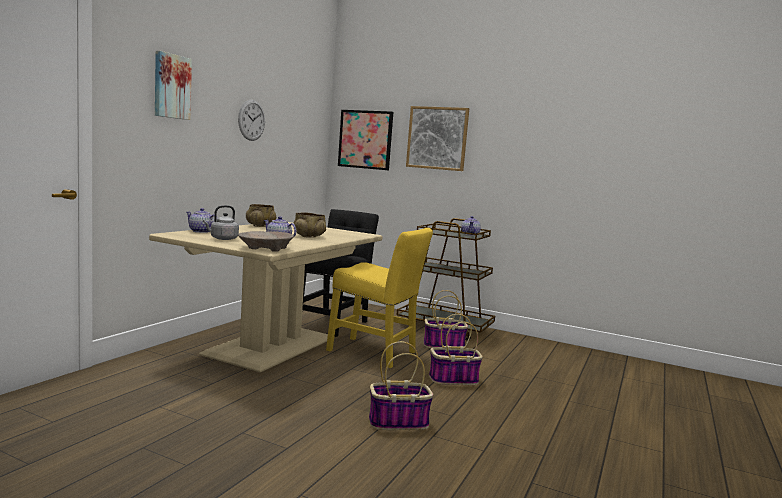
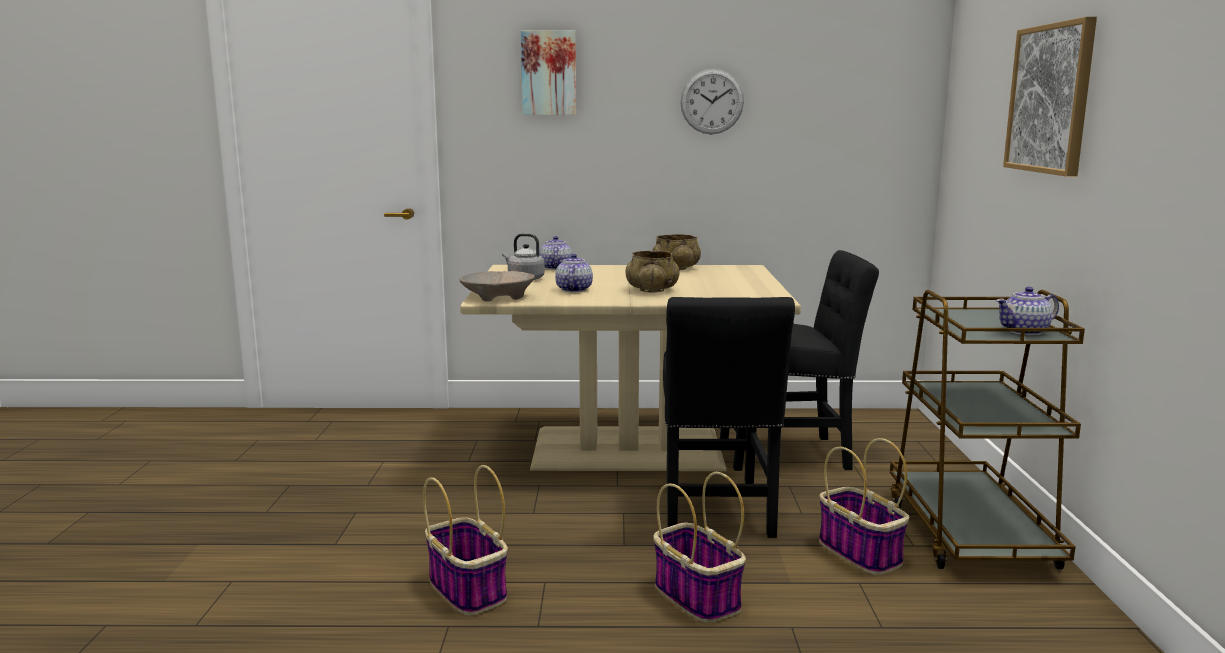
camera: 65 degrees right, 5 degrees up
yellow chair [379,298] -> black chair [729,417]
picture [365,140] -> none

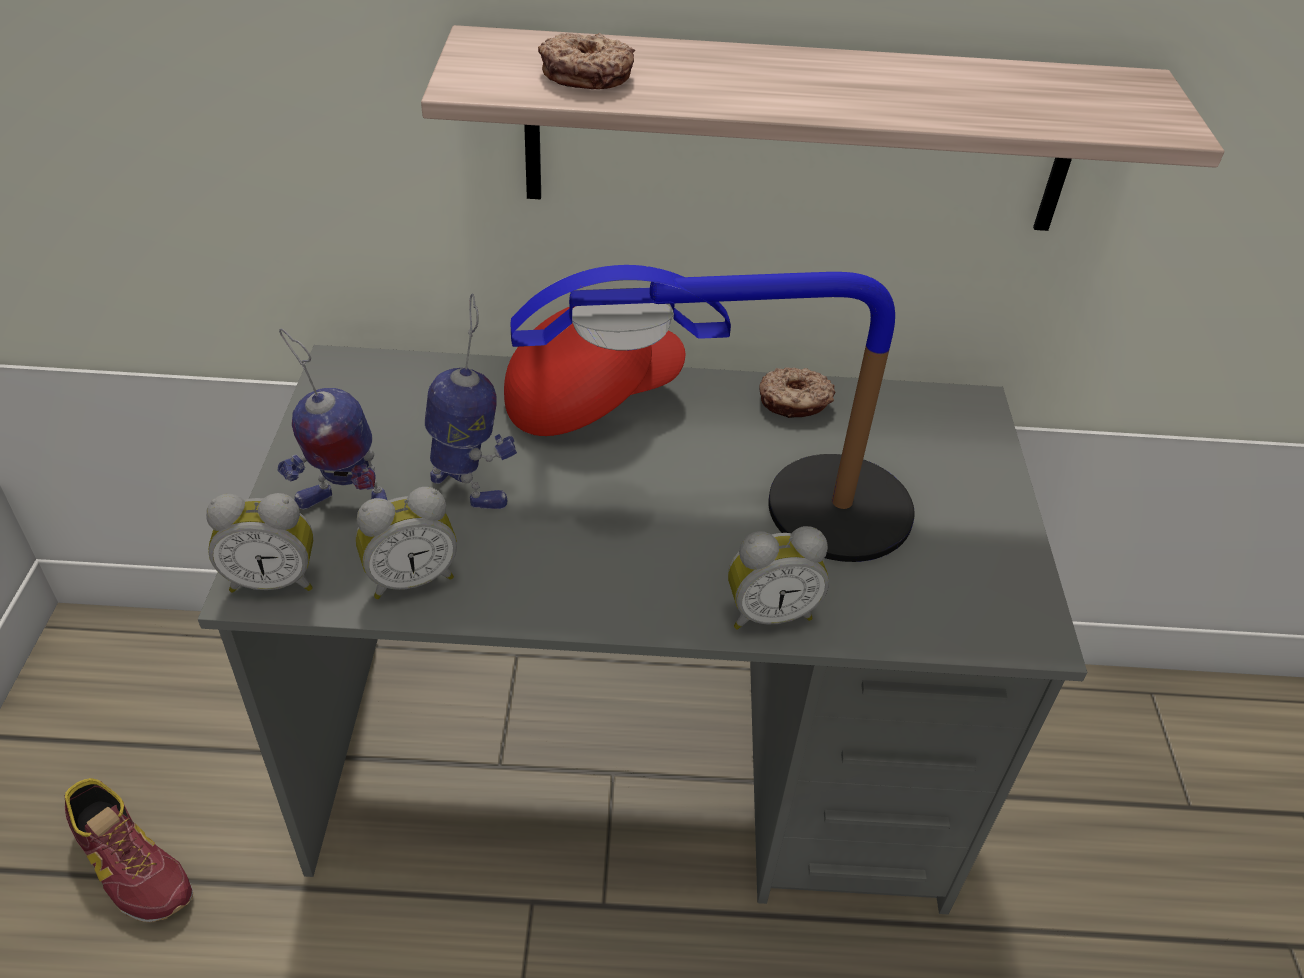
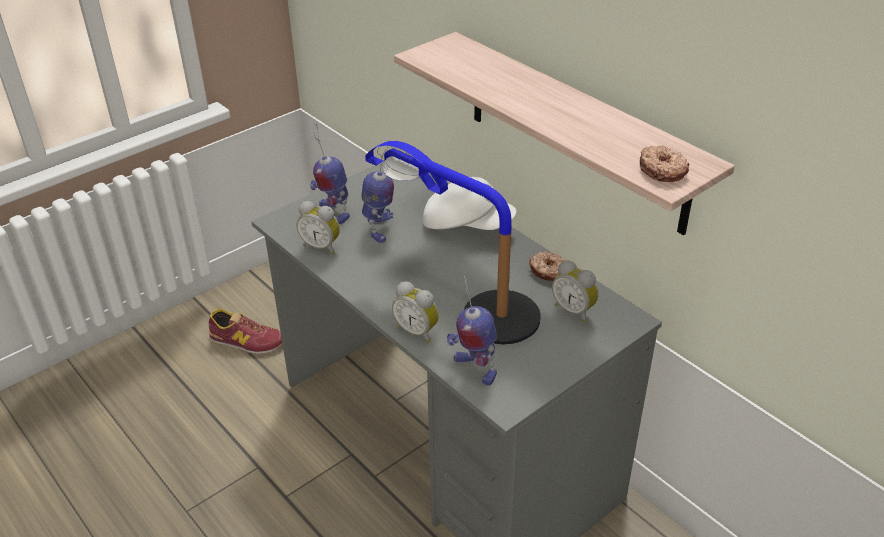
camera: 50 degrees right, 5 degrees down
shoe [128,850] -> shoe [245,331], 75 degrees counterclockwise
red cap [594,371] -> white cap [469,203]
none -> toy robot [472,329]
alarm clock [259,542] -> alarm clock [575,291], relocated
donut [586,61] -> donut [664,163], relocated

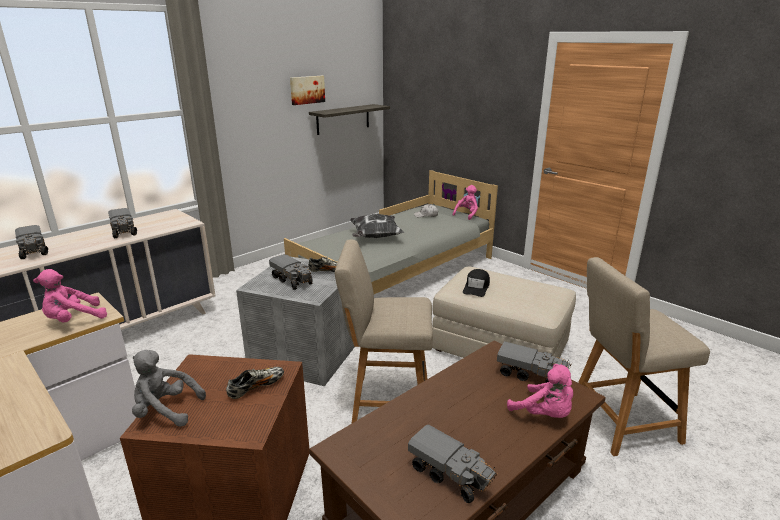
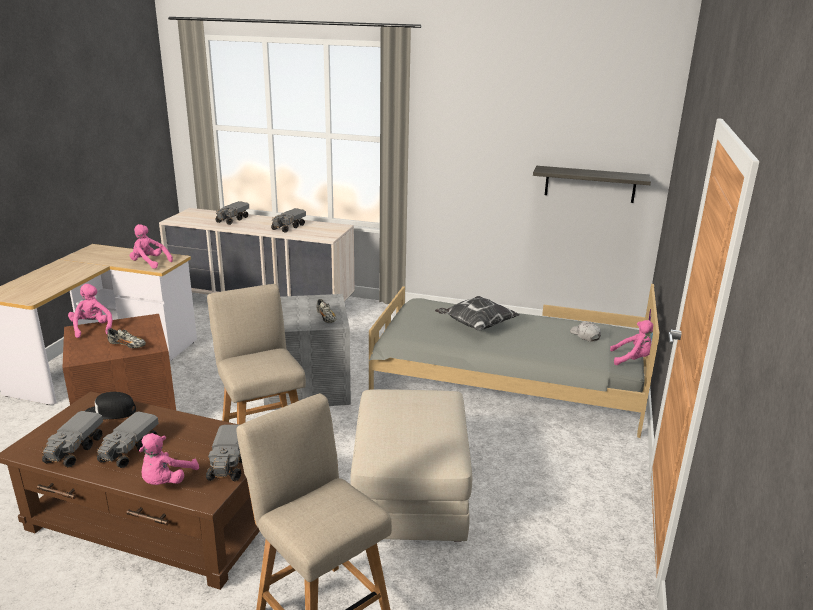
camera: 60 degrees right, 0 degrees up
grey plush toy [169,388] -> pink plush toy [90,311]
black cap [476,283] -> black cap [110,406], relocated
toy truck [291,272] -> toy truck [127,439], relocated
picture [307,90] -> none

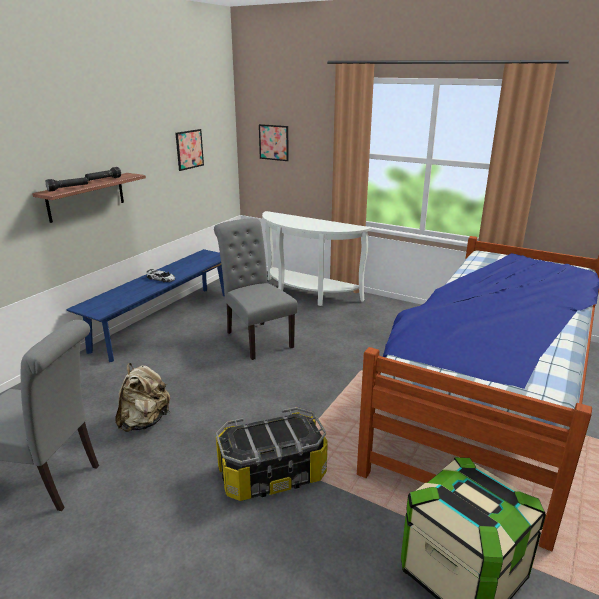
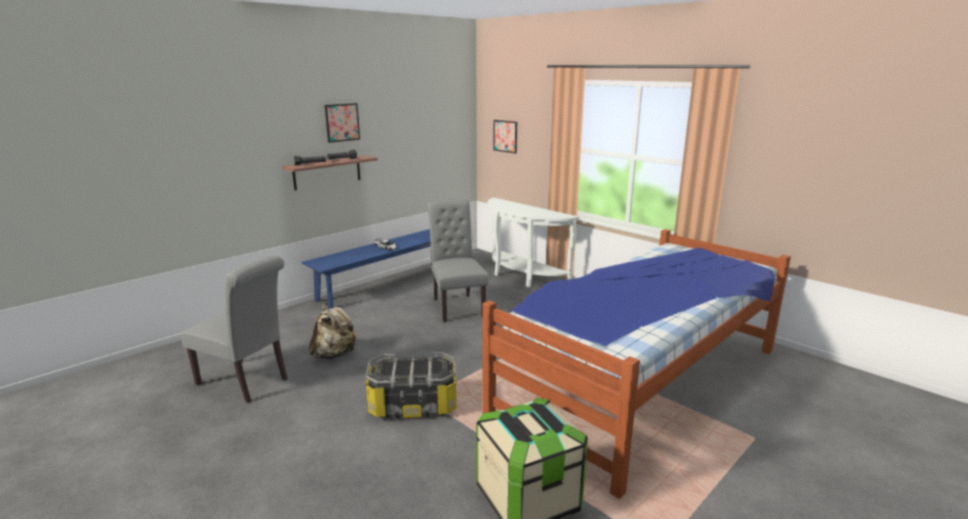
camera: 15 degrees right, 5 degrees down
picture [189,150] -> picture [342,123], relocated

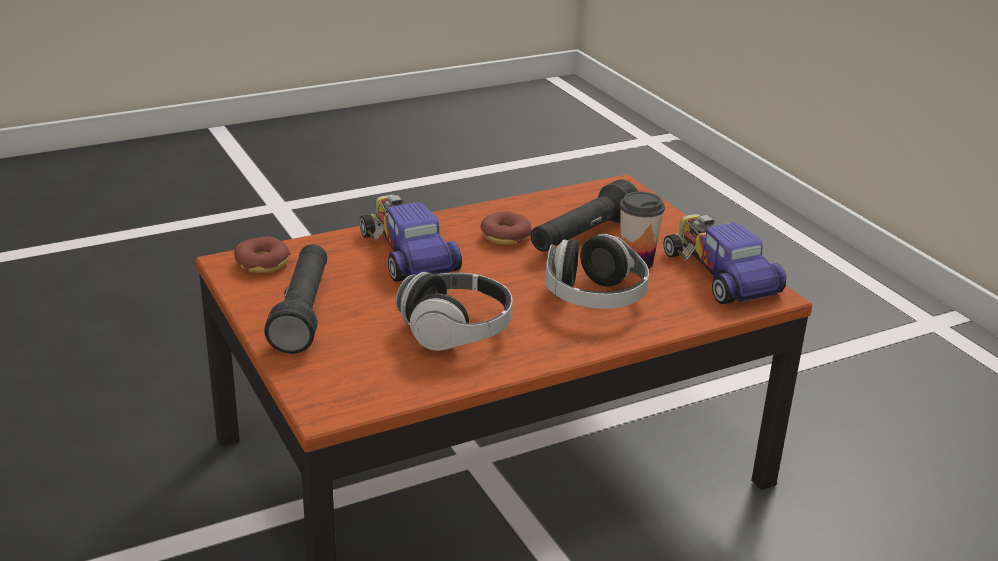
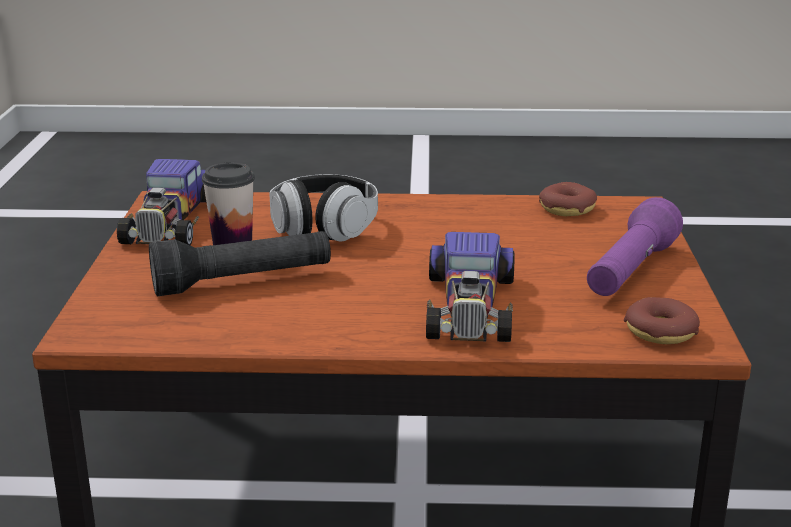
camera: 150 degrees left, 5 degrees down
donut [506,228] -> donut [568,199], relocated
black flashlight [295,299] -> purple flashlight [635,246]
headphones [454,311] -> none

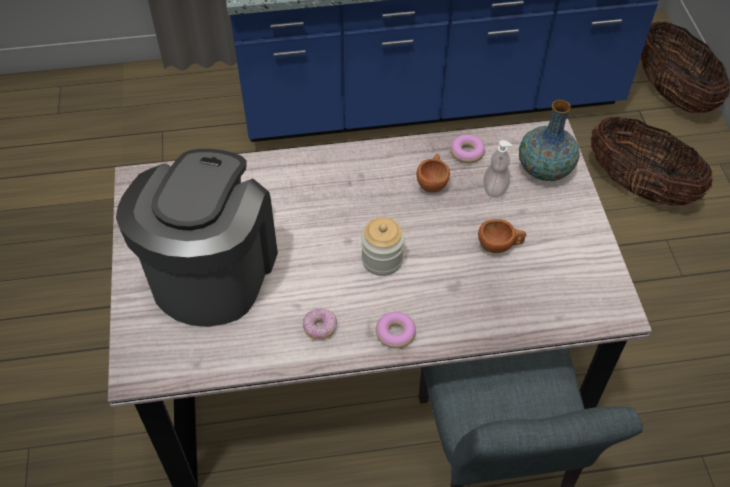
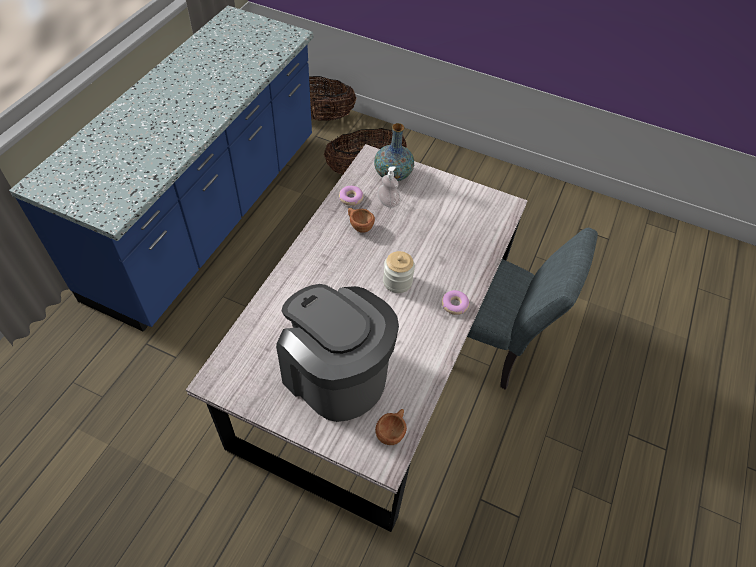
camera: 60 degrees left, 0 degrees up
brown cup [502,236] -> brown cup [391,427], relocated
donut [320,324] -> none

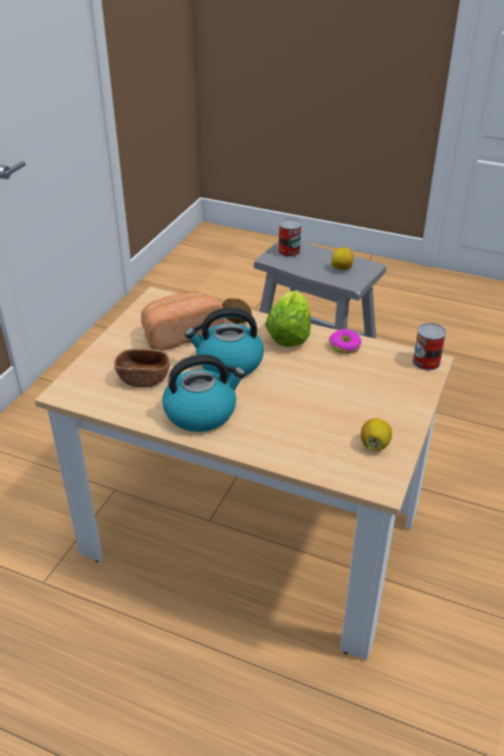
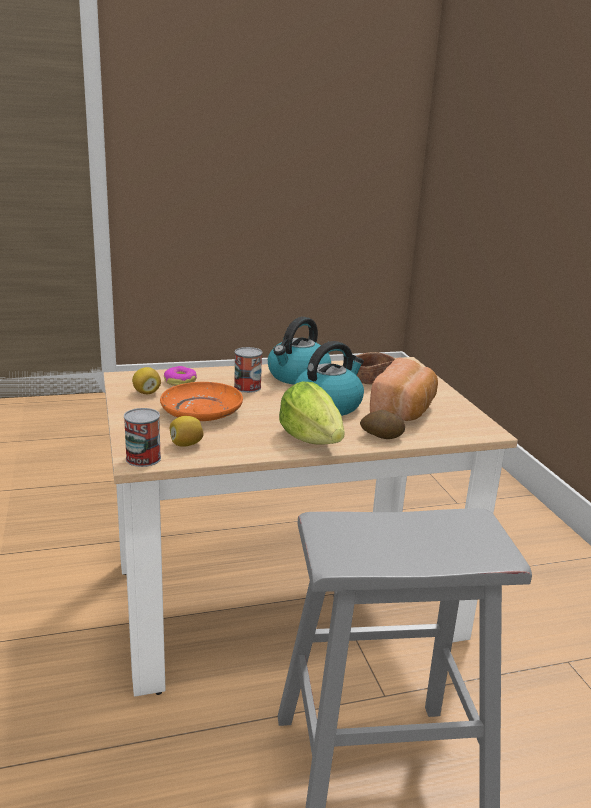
camera: 140 degrees right, 15 degrees down
none -> orange plate [201,401]
donut [345,341] -> donut [180,376], relocated
lemon [342,258] -> lemon [186,431], relocated
can [290,237] -> can [248,370], relocated

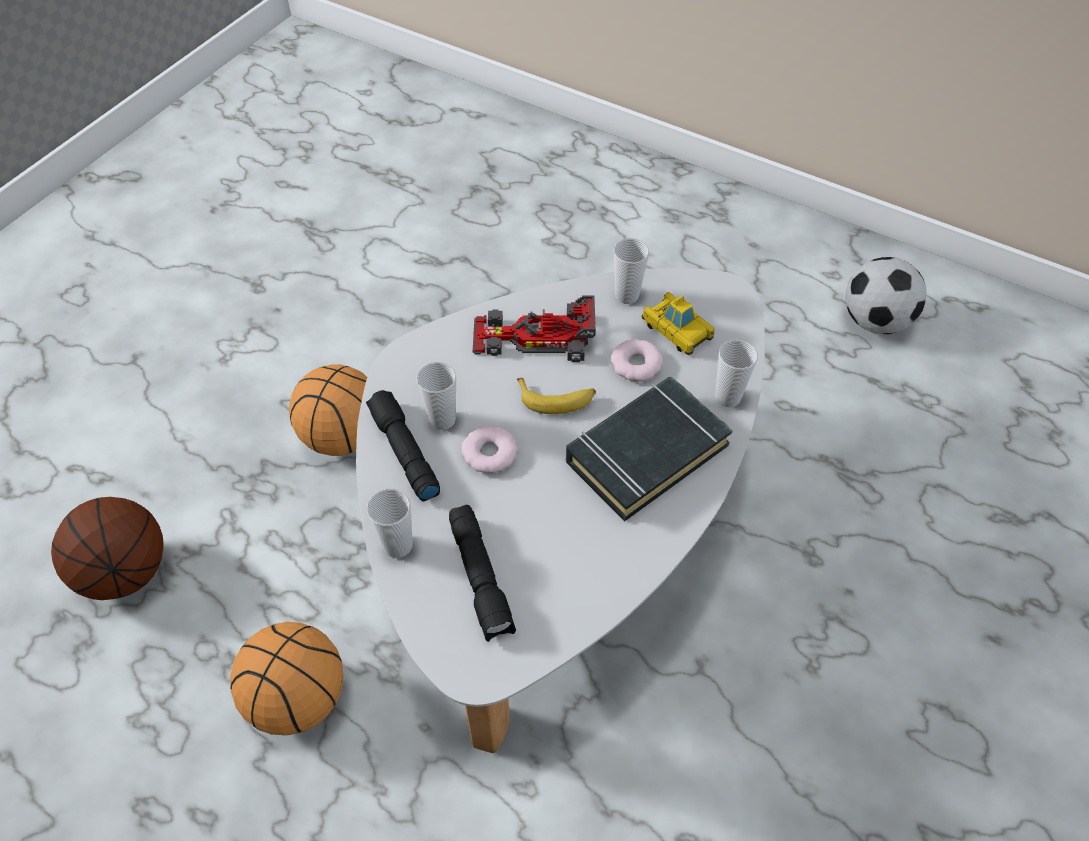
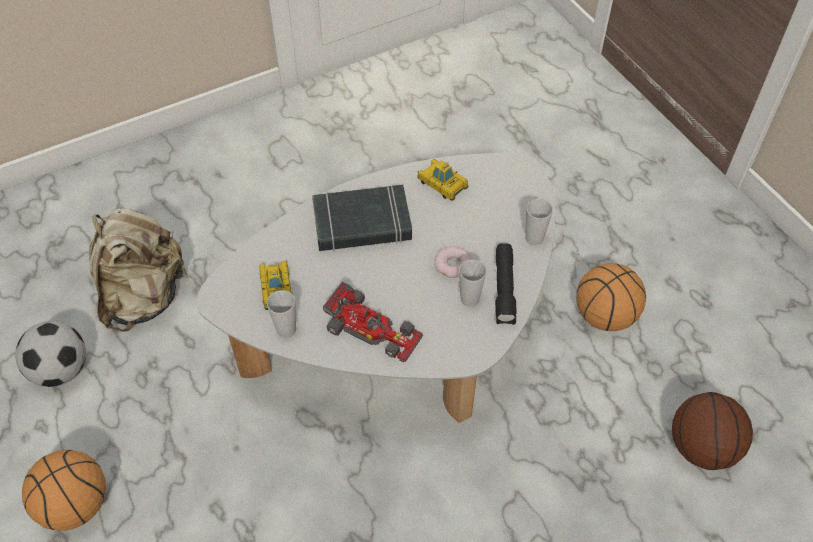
camera: 150 degrees left, 0 degrees up
basketball [328,410] -> basketball [64,490], relocated
none -> beige backpack [139,270]
none -> toy car [442,180]
black flashlight [482,573] -> none
banana [556,396] -> none
donut [637,360] -> none
cup [736,373] -> none

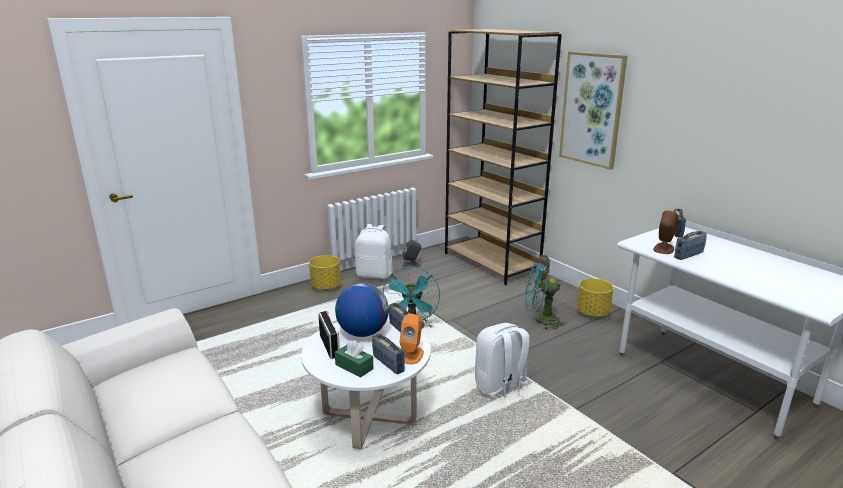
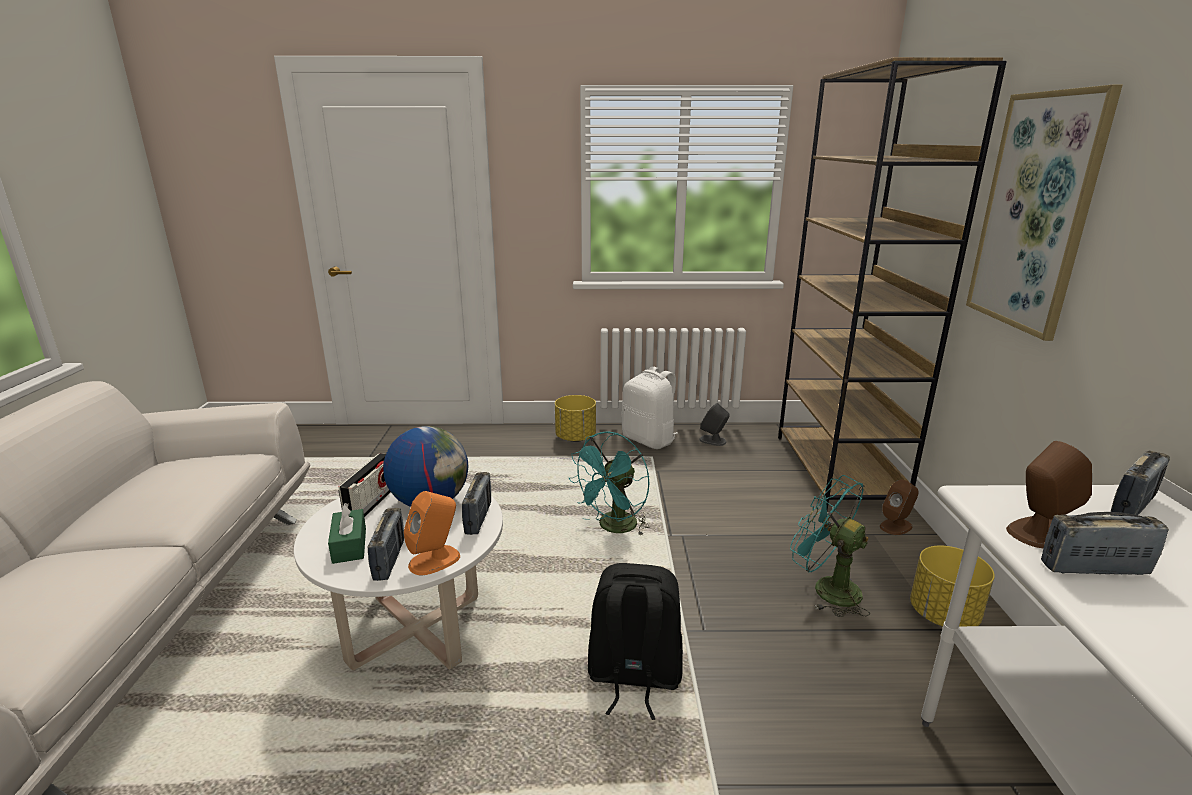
camera: 35 degrees right, 0 degrees up
white backpack [502,364] -> black backpack [635,641]

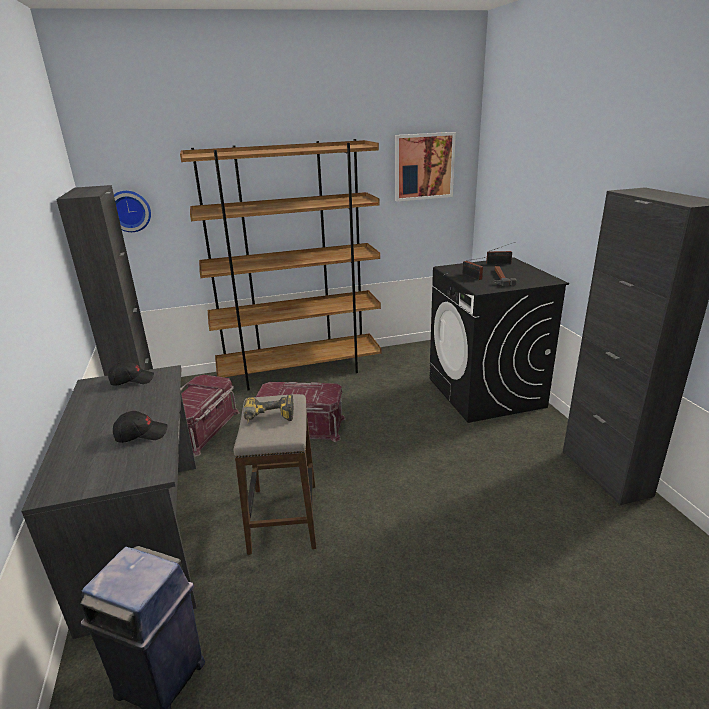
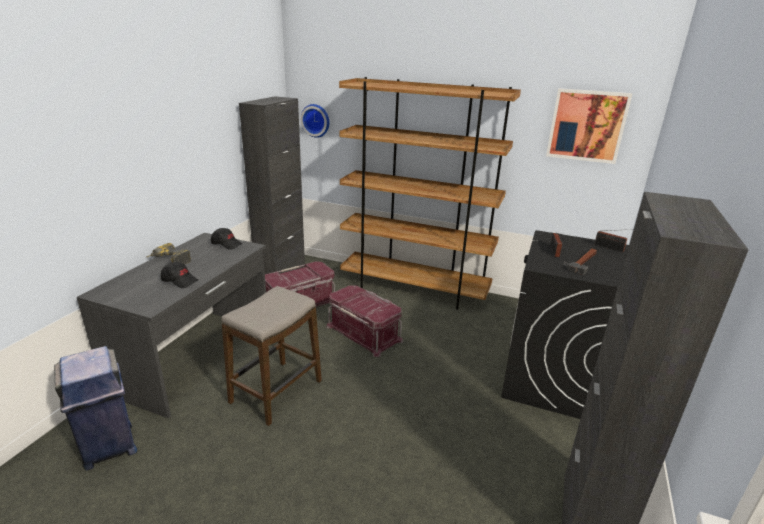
camera: 35 degrees right, 0 degrees up
power drill [268,409] -> power drill [169,253], relocated

